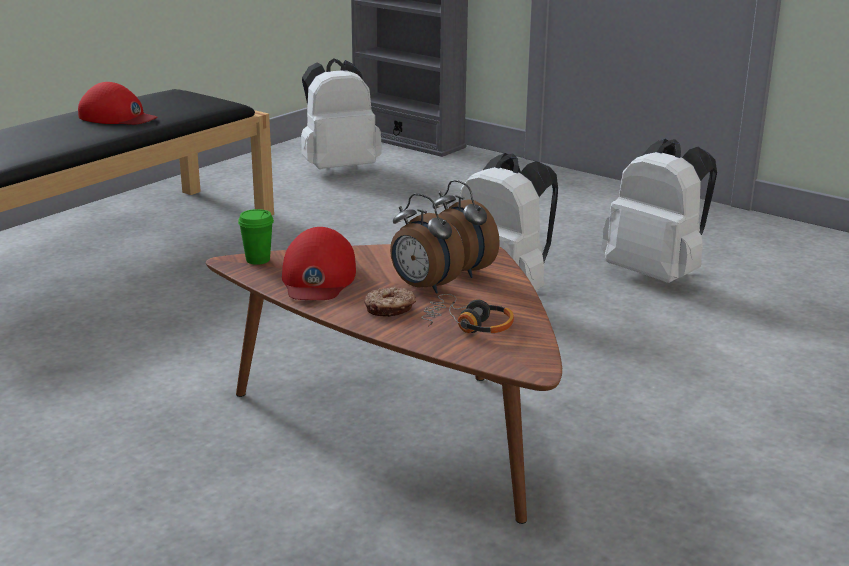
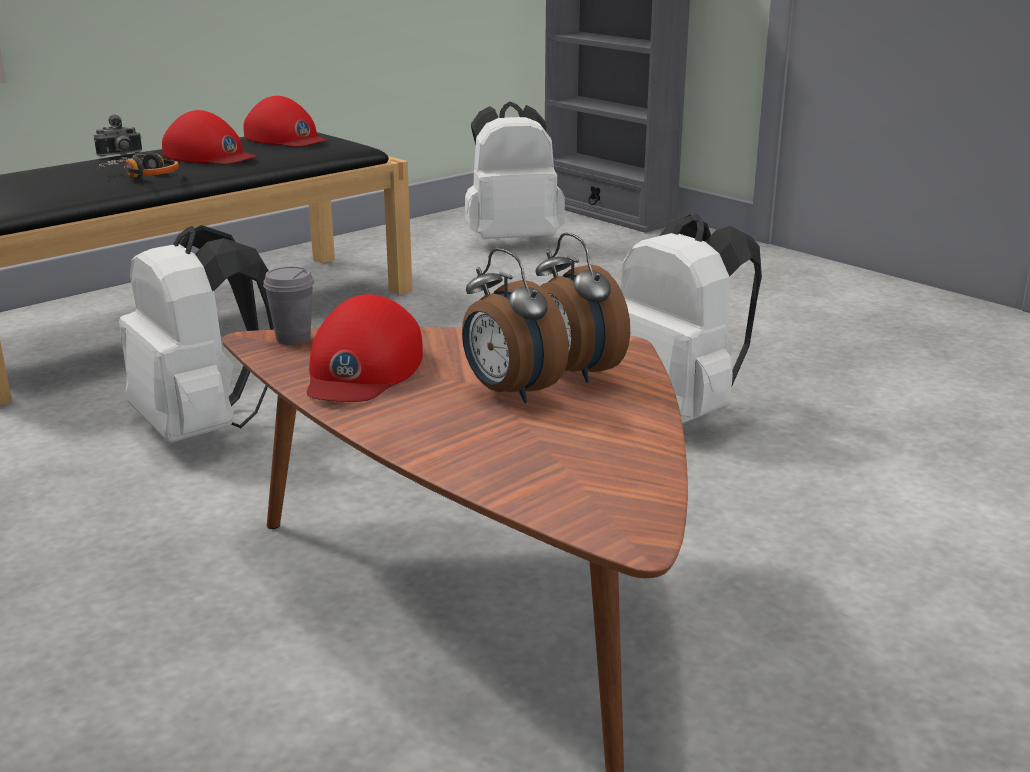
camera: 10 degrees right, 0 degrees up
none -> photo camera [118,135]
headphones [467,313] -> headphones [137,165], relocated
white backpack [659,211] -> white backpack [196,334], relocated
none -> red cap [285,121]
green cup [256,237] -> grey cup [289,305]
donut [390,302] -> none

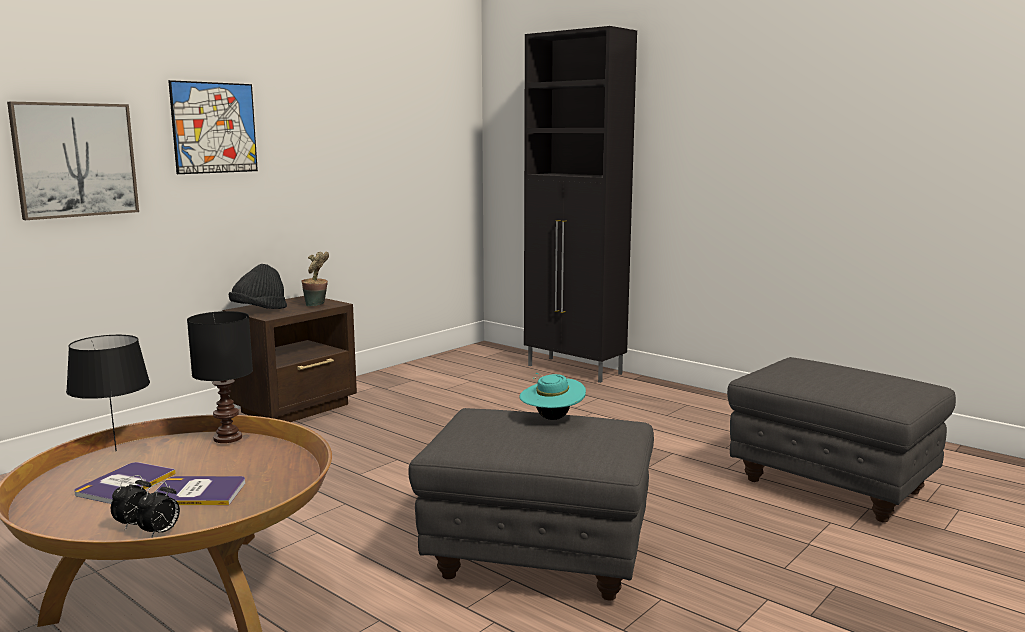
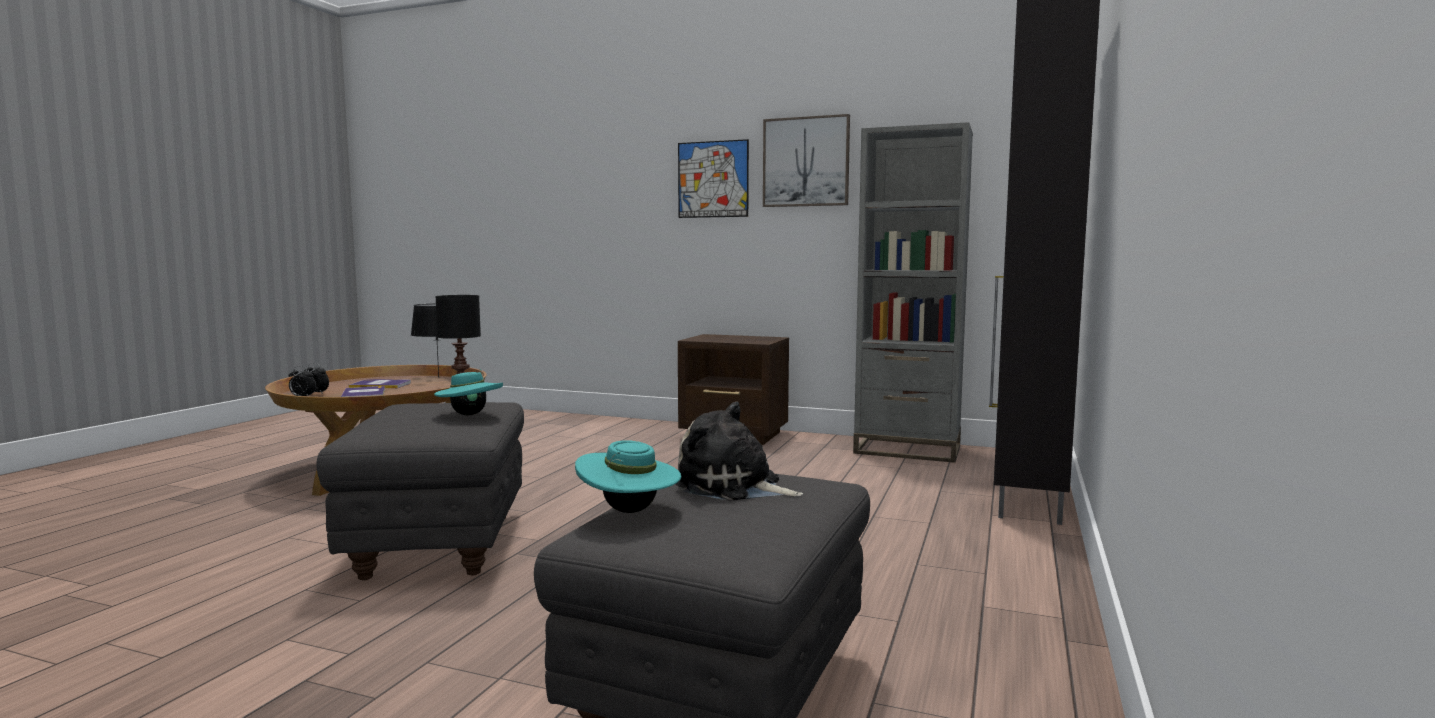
camera: 70 degrees right, 5 degrees down
none -> turquoise hat [628,476]
none -> plush toy [739,451]
picture [73,160] -> picture [806,160], relocated
none -> grey bookcase [913,292]
black hat [258,286] -> none
potted plant [315,278] -> none

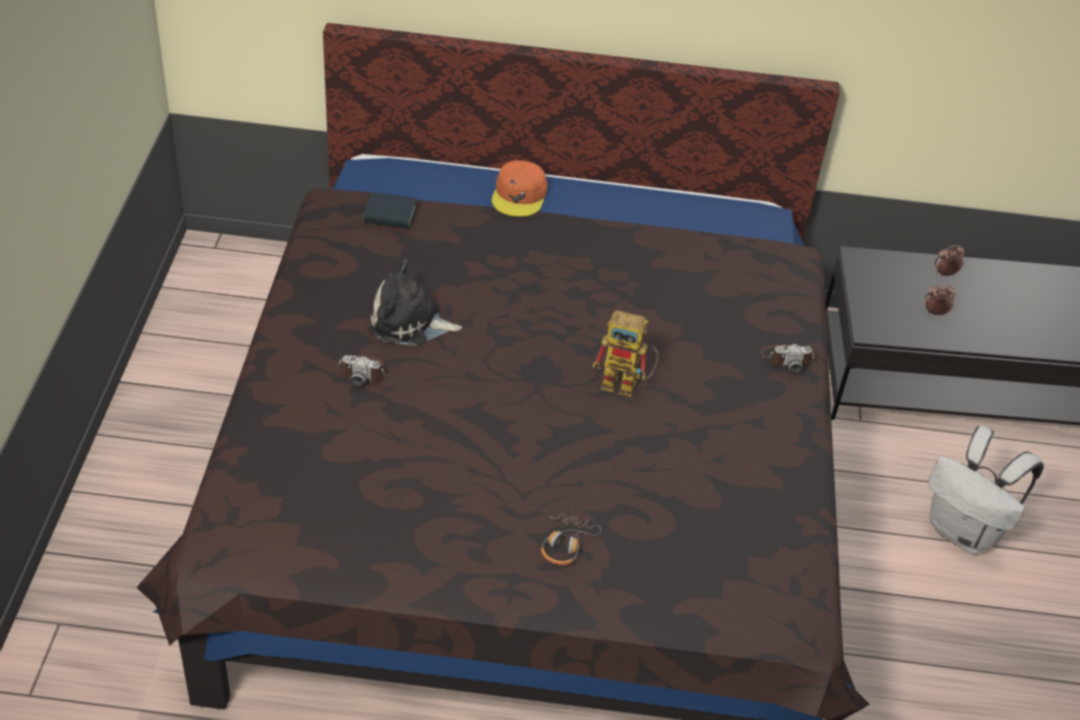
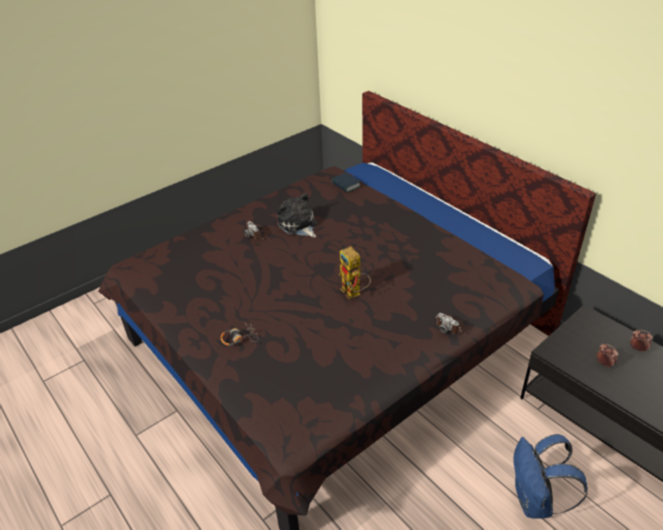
camera: 50 degrees right, 5 degrees down
white backpack [986,490] -> blue backpack [550,476]
orange cap [520,188] -> none

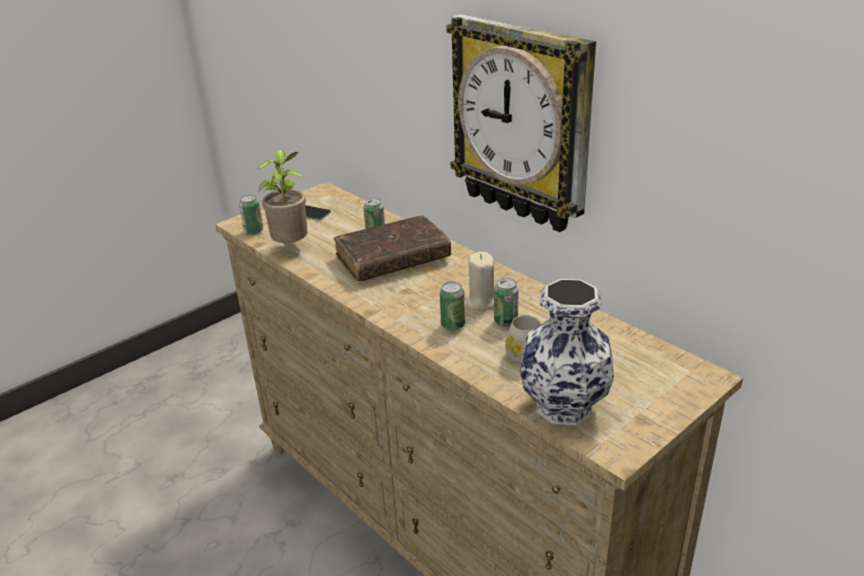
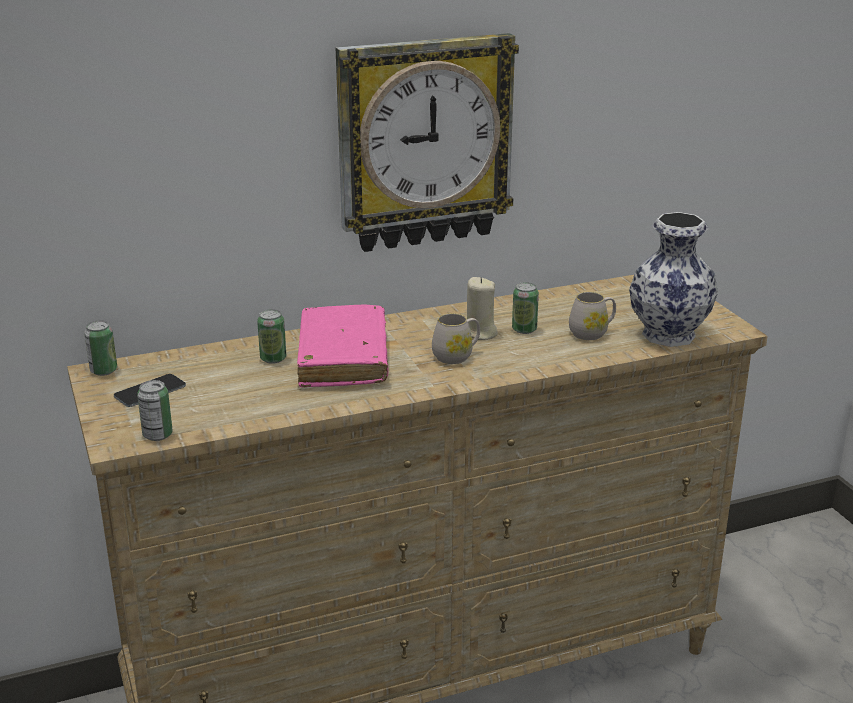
camera: 70 degrees left, 5 degrees down
can [452,306] -> can [100,348], relocated
brown book [392,248] -> pink book [342,345]
none -> white mug [456,338]
potted plant [282,196] -> none

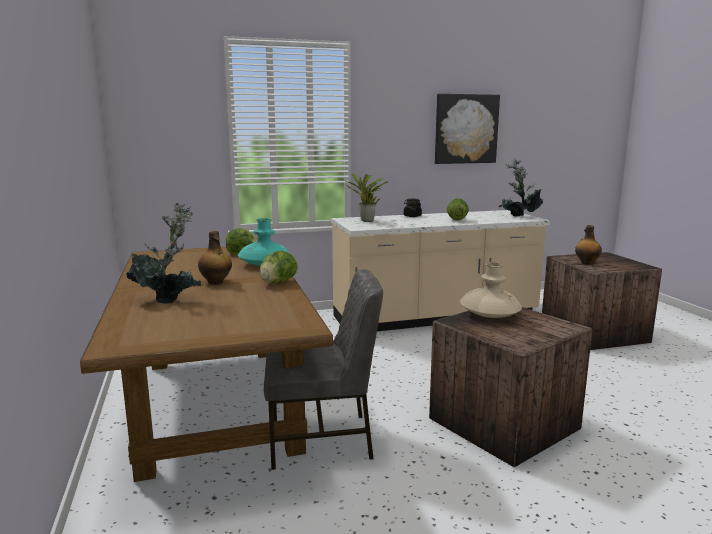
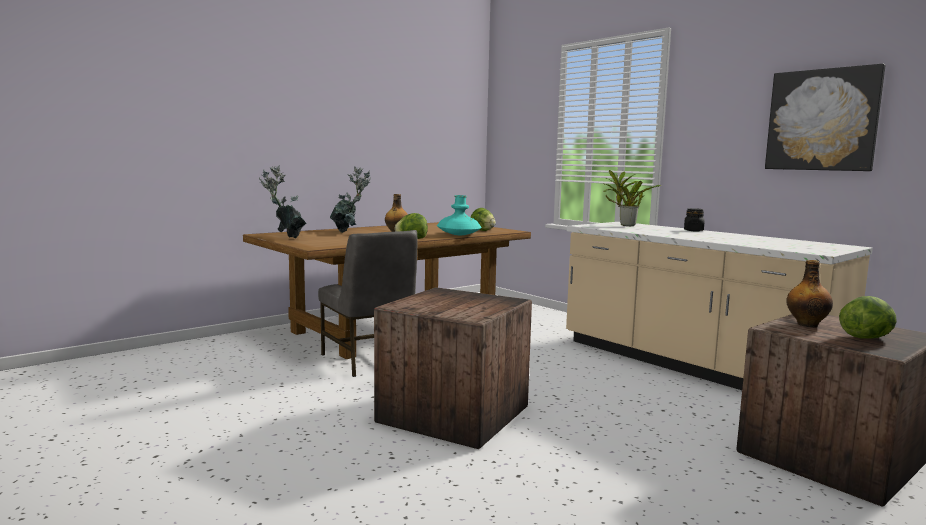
camera: 65 degrees right, 5 degrees down
potted plant [521,188] -> potted plant [283,201], relocated
lettuce [458,209] -> lettuce [868,317], relocated
beige vase [491,290] -> none

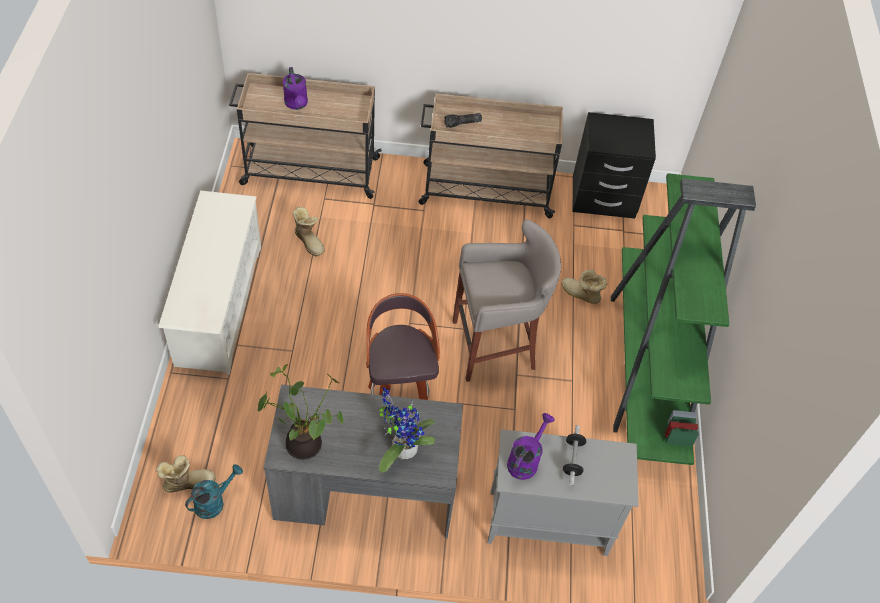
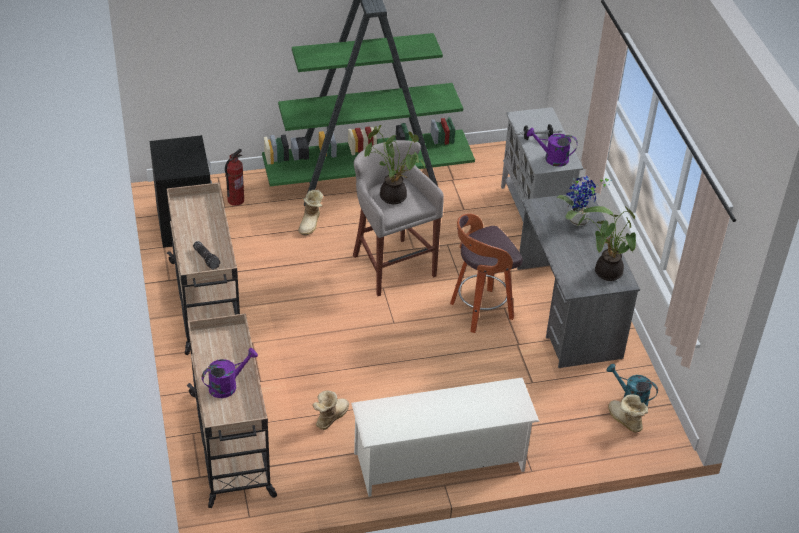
camera: 105 degrees left, 10 degrees down
none -> fire extinguisher [234,177]
none -> potted plant [394,164]

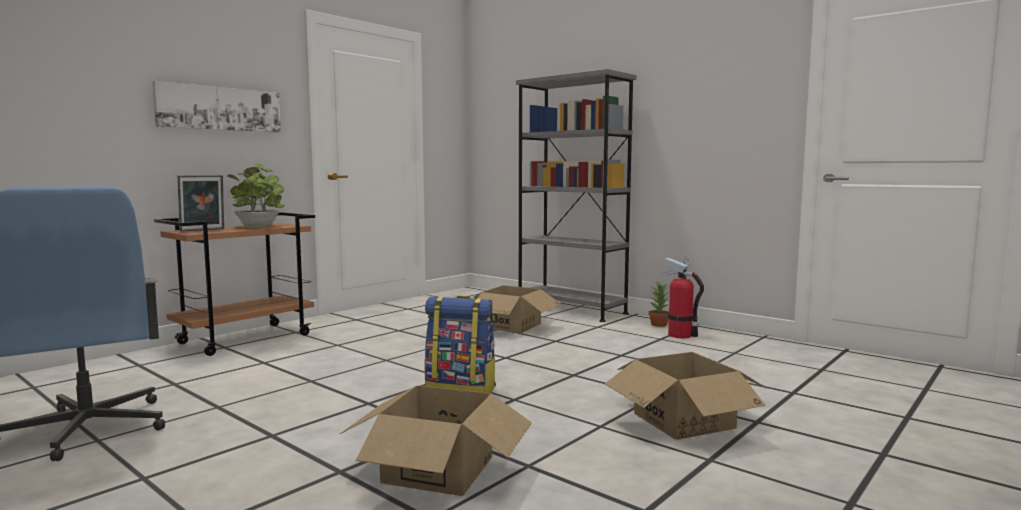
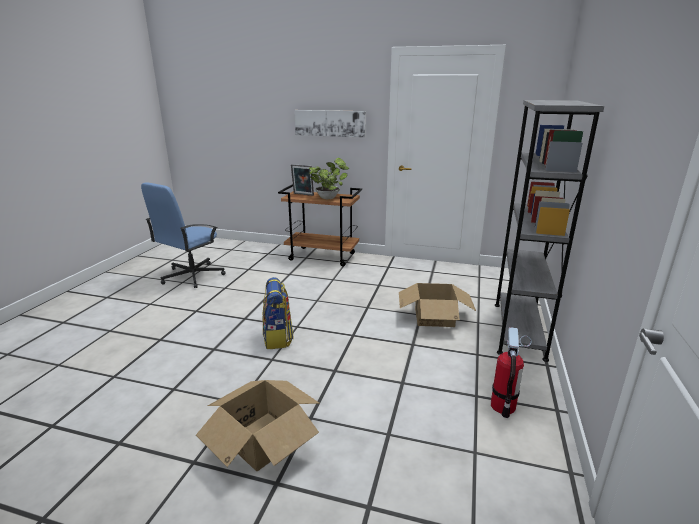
camera: 65 degrees right, 15 degrees up
cardboard box [436,440] -> none
potted plant [659,304] -> none

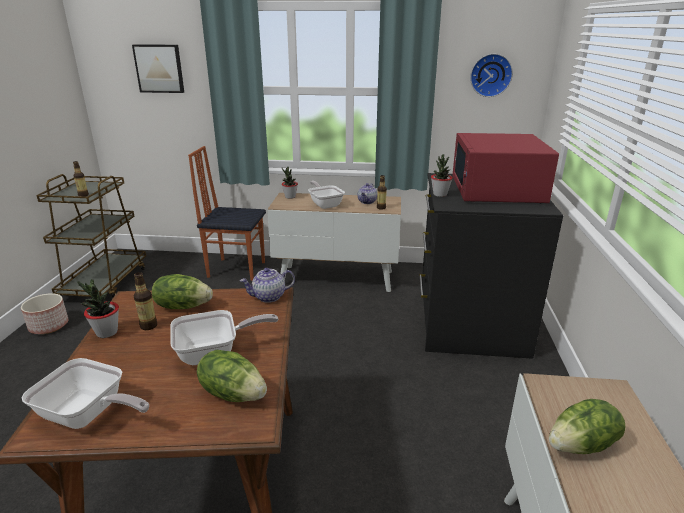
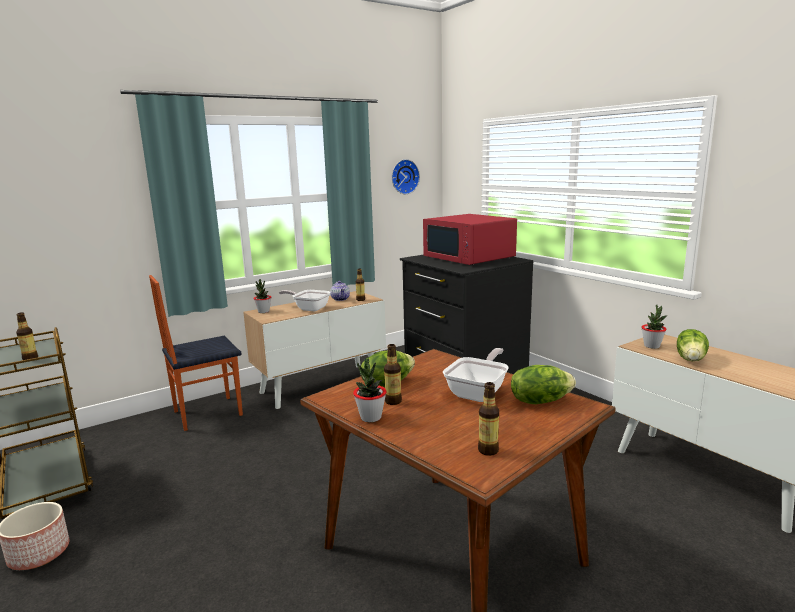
camera: 40 degrees left, 10 degrees down
frying pan [85,393] -> bottle [488,419]
potted plant [442,175] -> potted plant [654,327], relocated
picture [158,68] -> none
teapot [267,285] -> none

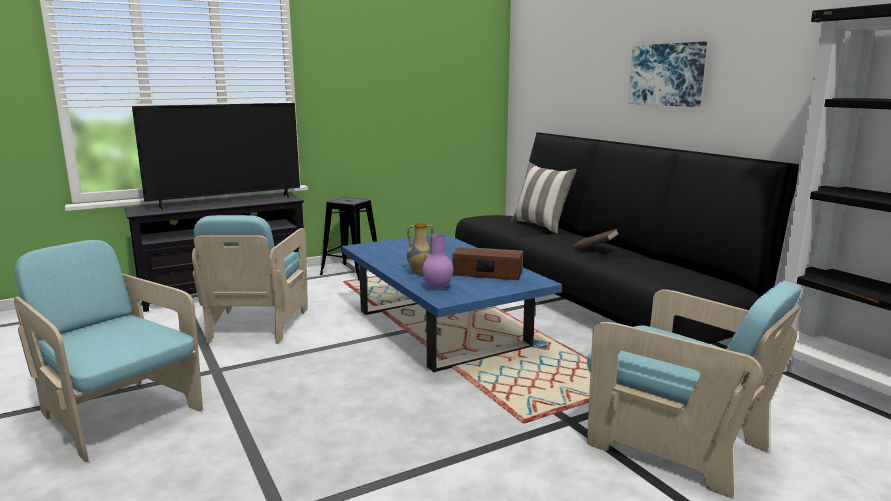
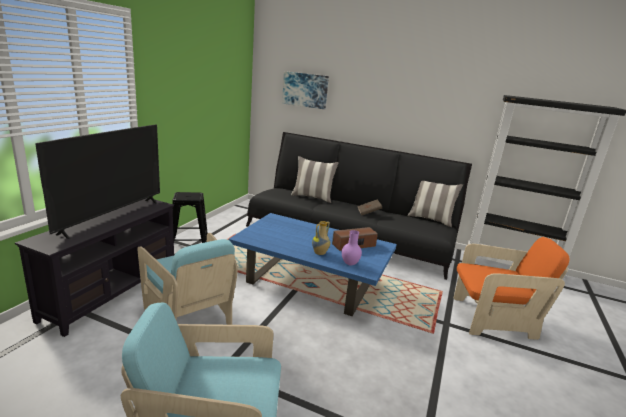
camera: 40 degrees left, 5 degrees up
picture [667,74] -> picture [305,90], relocated
none -> pillow [435,204]
turquoise armchair [694,389] -> orange armchair [511,288]

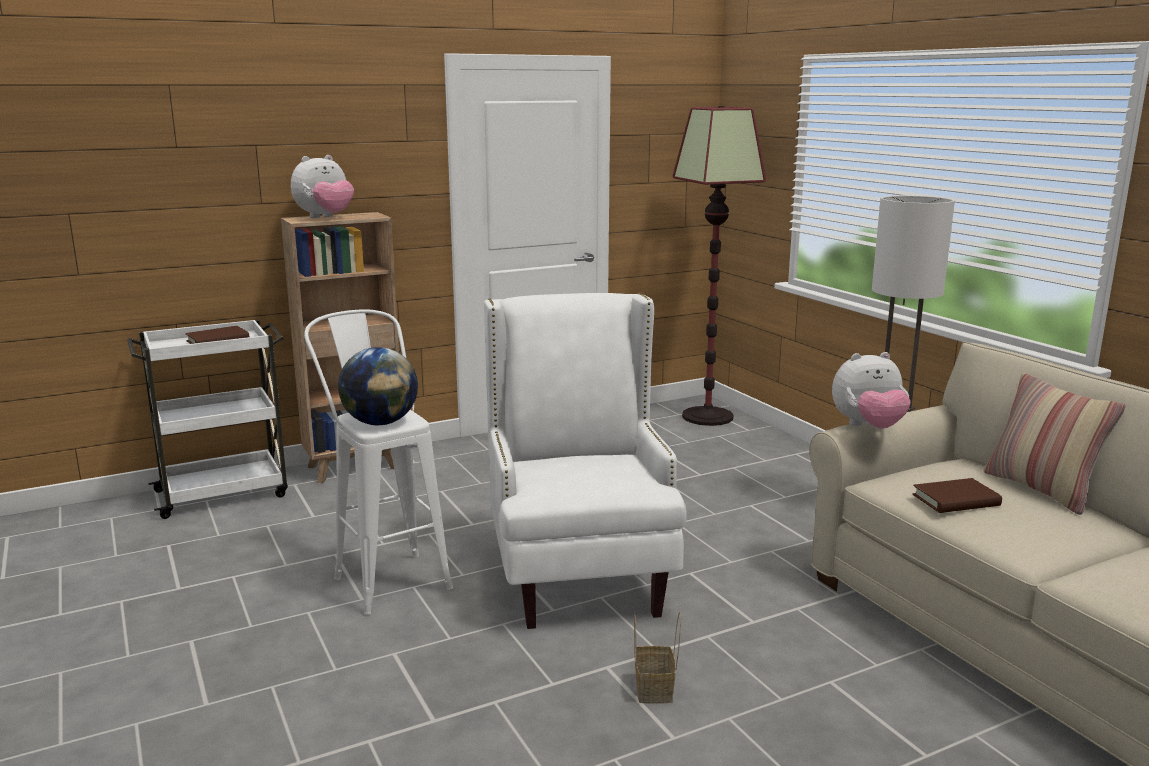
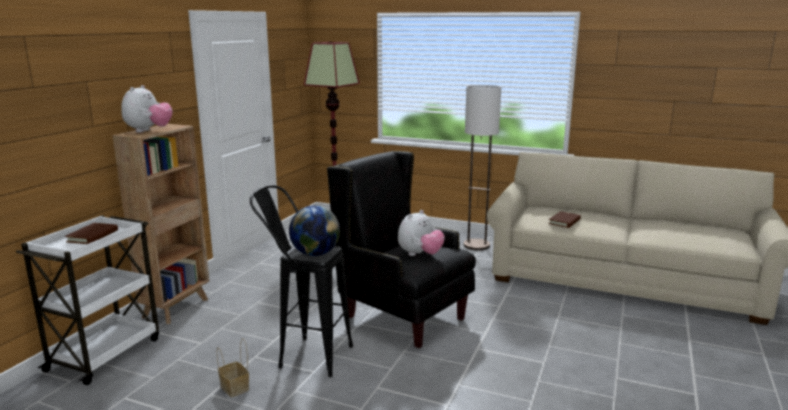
camera: 40 degrees left, 0 degrees up
basket [657,657] -> basket [233,368], relocated
white stool [378,462] -> black stool [301,281]
white armchair [585,461] -> black armchair [401,249]
plush toy [871,390] -> plush toy [421,233], relocated
pillow [1054,444] -> none

